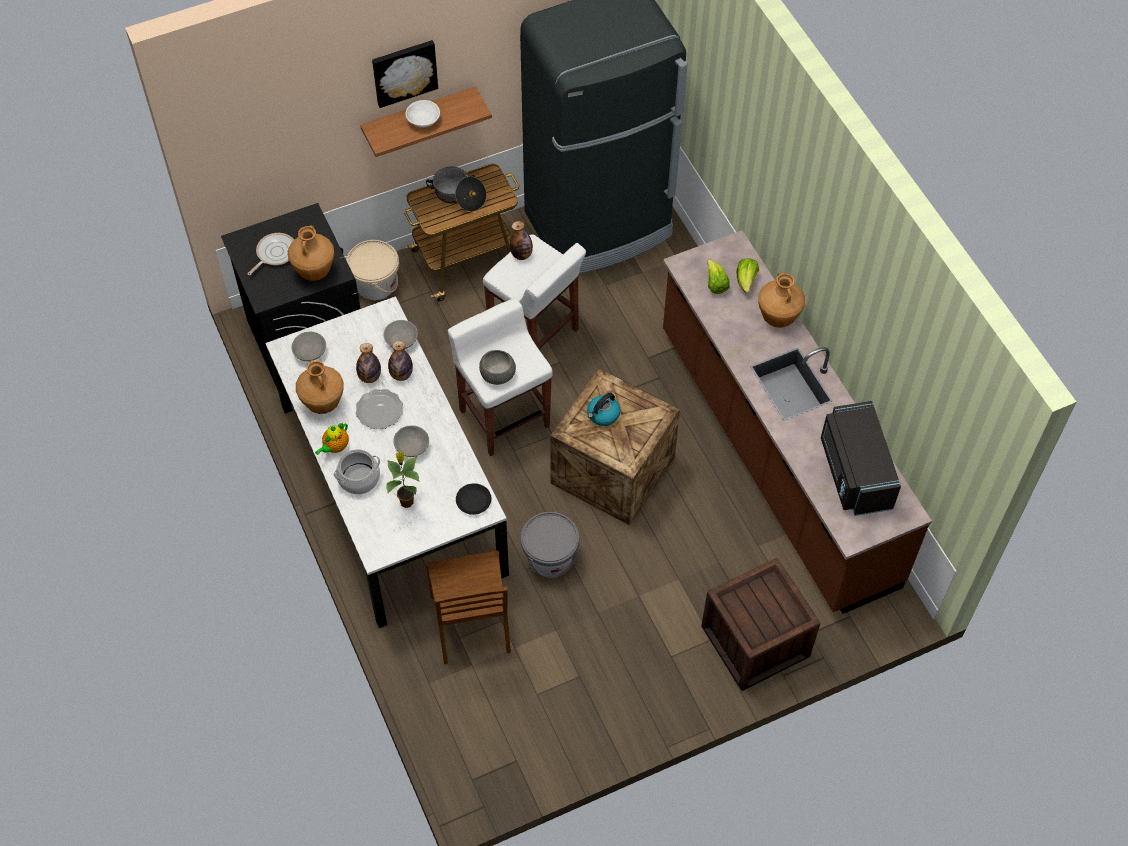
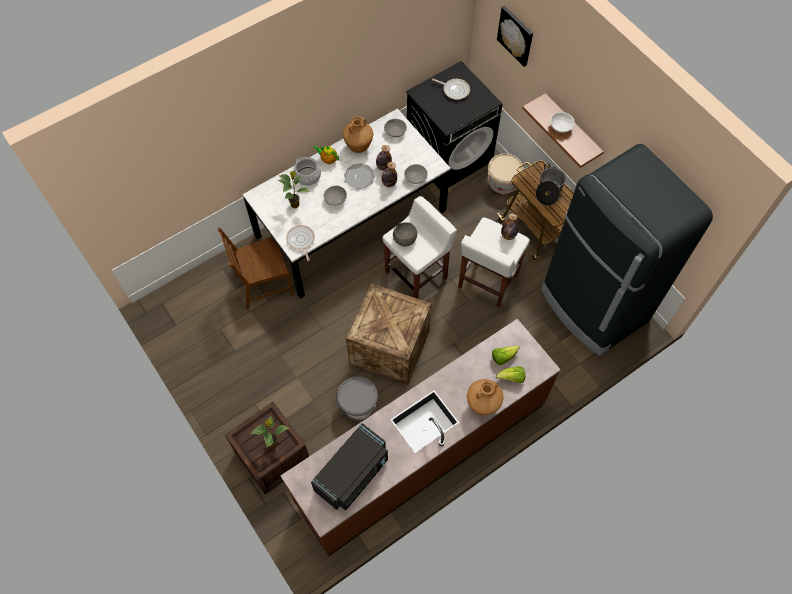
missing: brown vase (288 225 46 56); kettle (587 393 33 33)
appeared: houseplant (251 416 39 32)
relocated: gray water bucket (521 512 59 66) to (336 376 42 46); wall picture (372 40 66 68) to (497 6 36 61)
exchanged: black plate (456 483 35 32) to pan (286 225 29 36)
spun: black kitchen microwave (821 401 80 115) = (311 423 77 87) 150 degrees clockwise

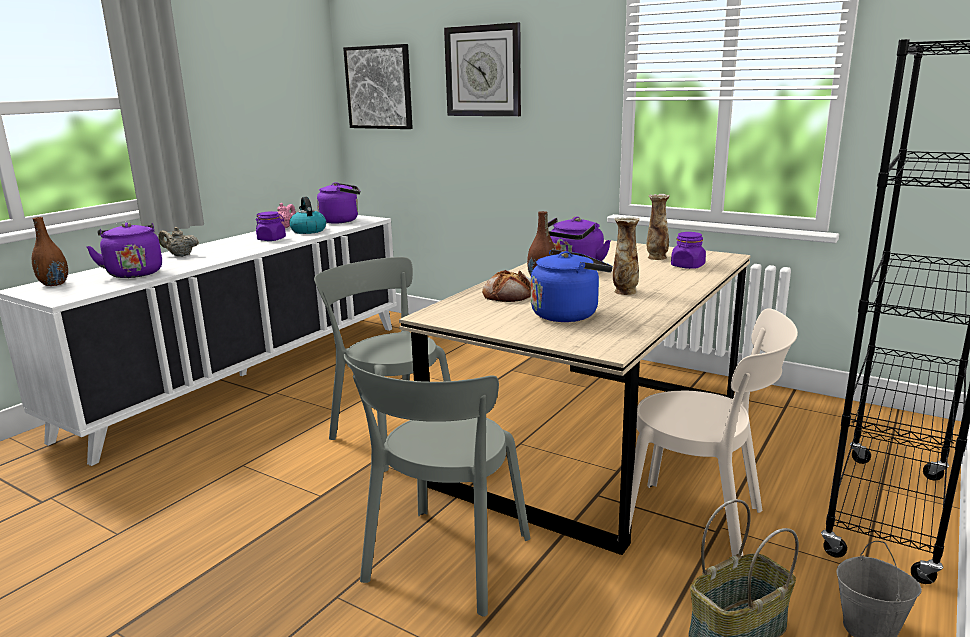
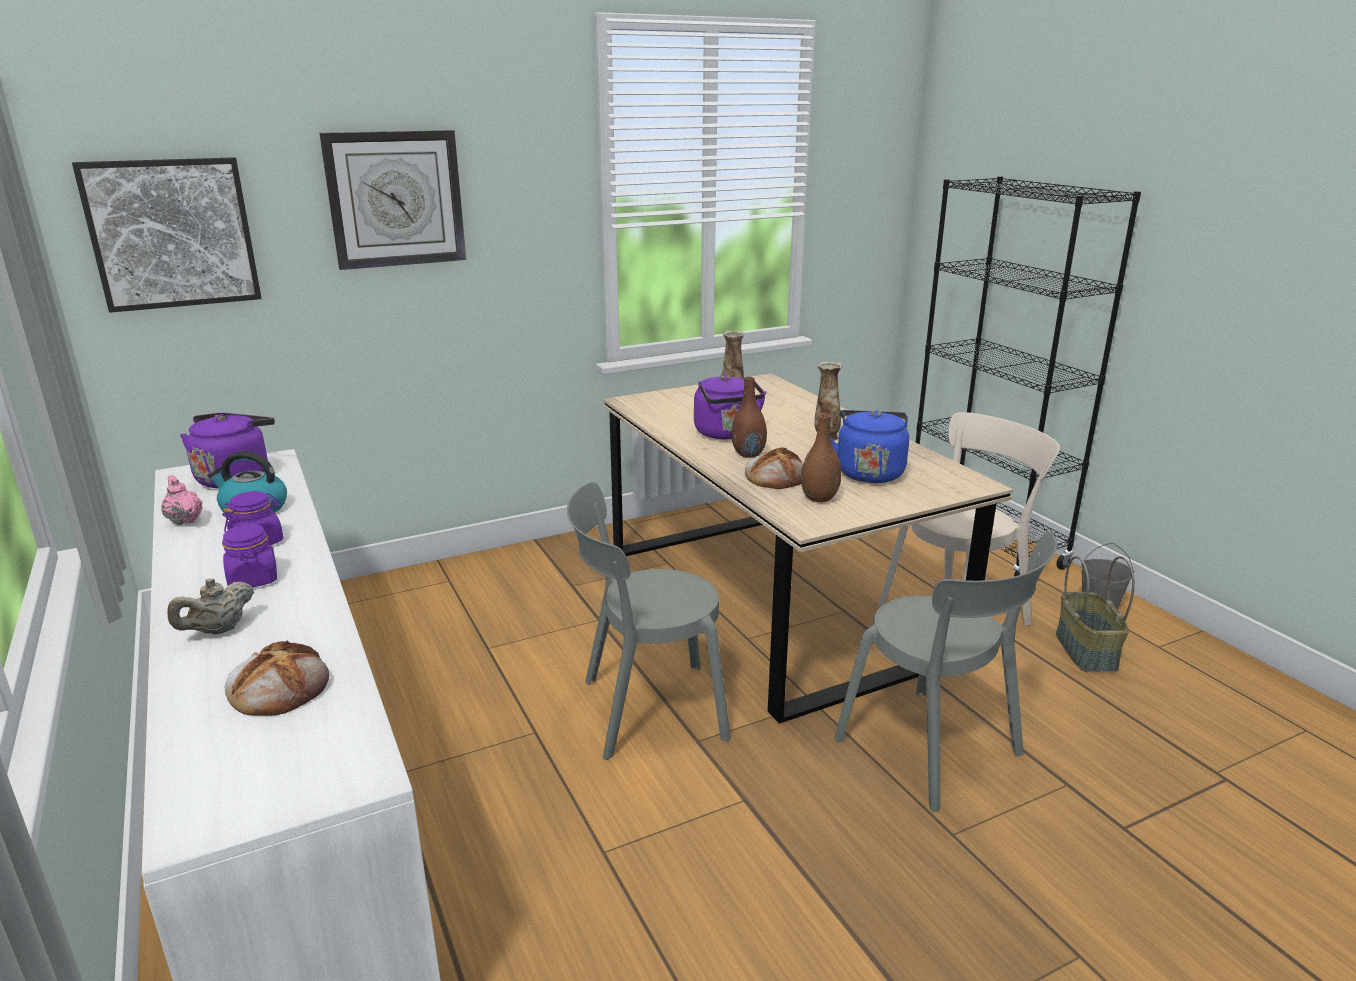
relocated: purple preserve jar (671 232 35 37) to (222 523 55 64); brown vase (32 217 36 69) to (801 414 40 89)
exchanged: purple kettle (86 223 76 55) to bakery bread (224 641 105 75)

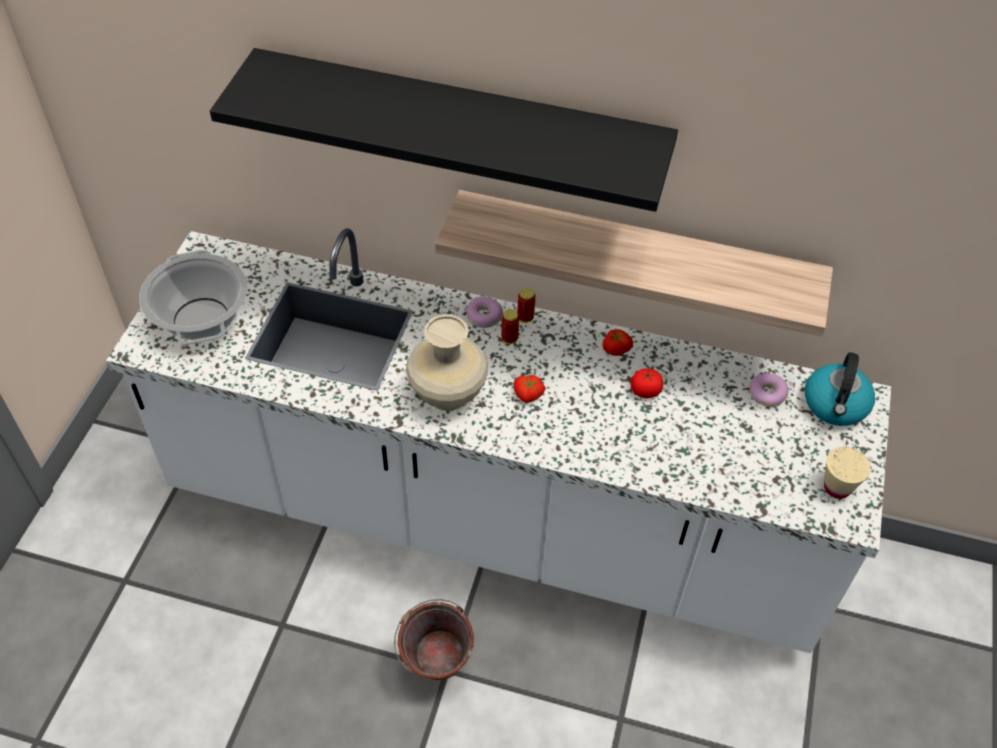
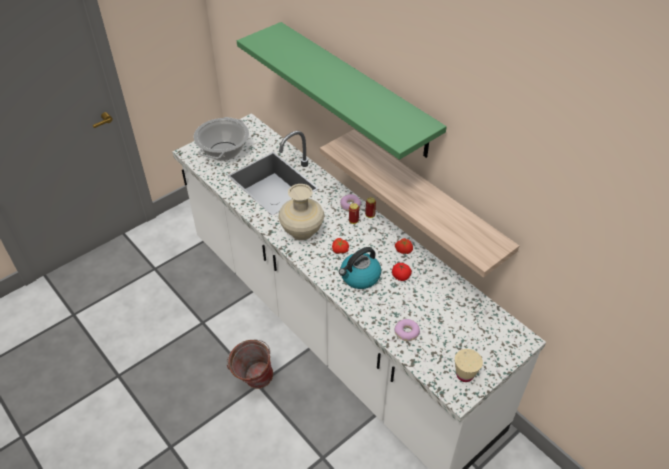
relocated: kettle (805 352 70 74) to (339 247 42 42); ring doughnut (749 373 40 34) to (394 319 26 22)
colour: black shelf (210 48 468 164) to green-coloured shelf (237 22 210 138)

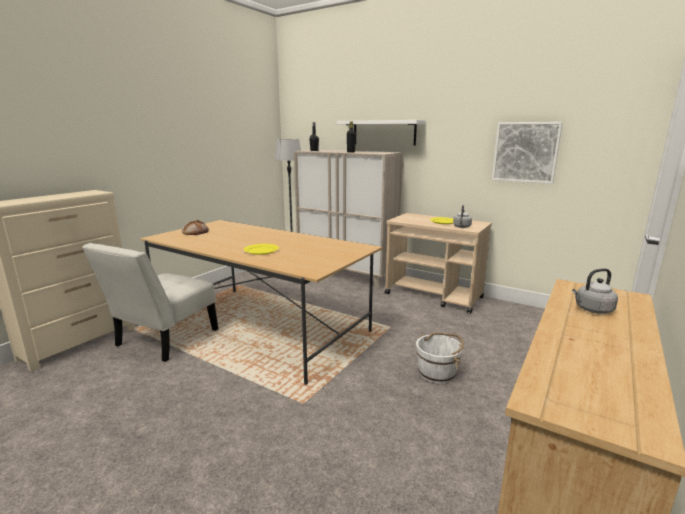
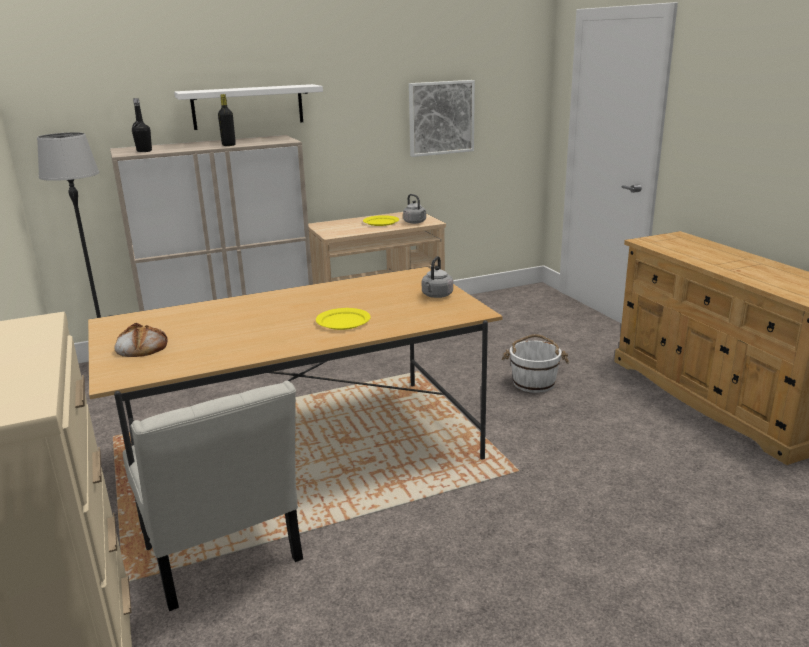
relocated: gray kettle (572 268 46 46) to (422 256 31 42)

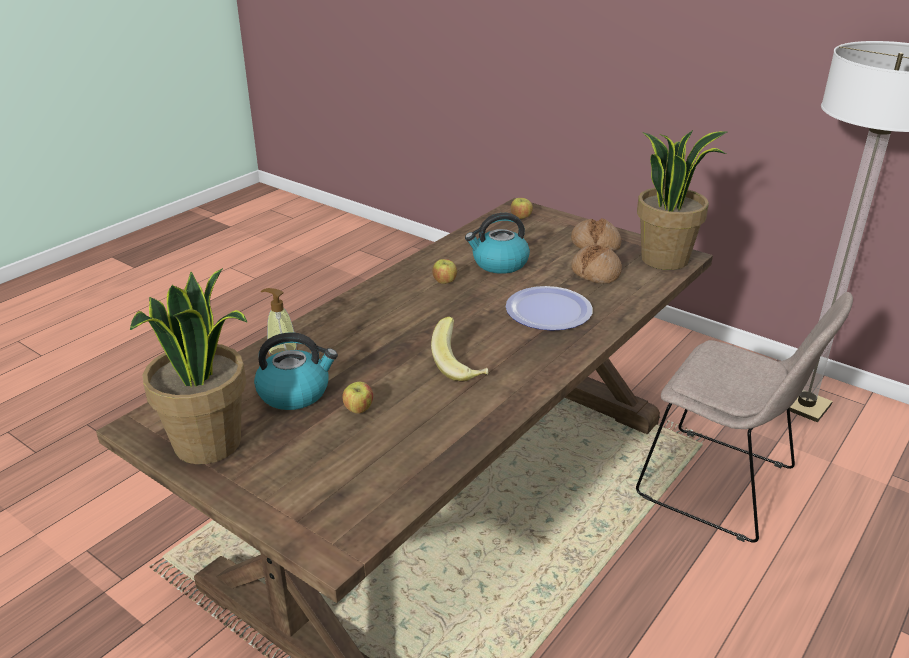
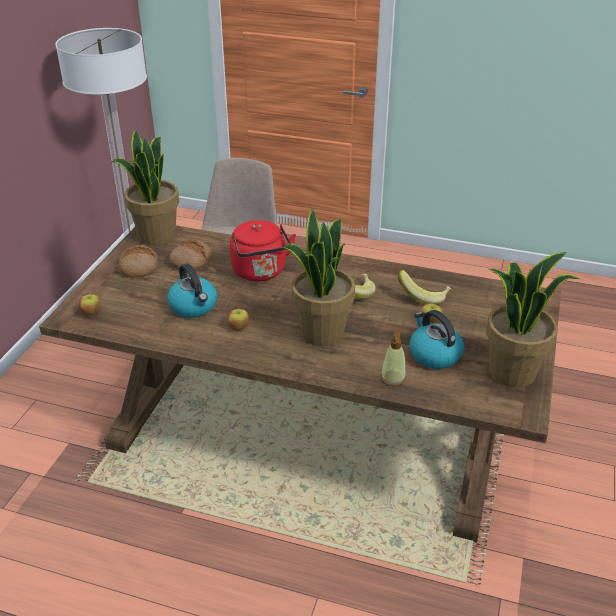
appeared: houseplant (282 209 73 137); banana fruit (398 270 53 35)
exchanged: plate (506 286 87 45) to red kettle (230 220 66 61)

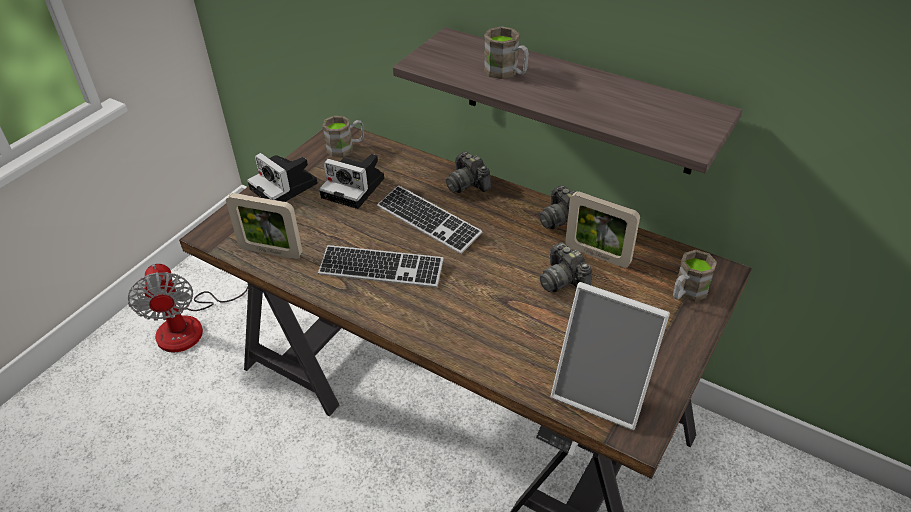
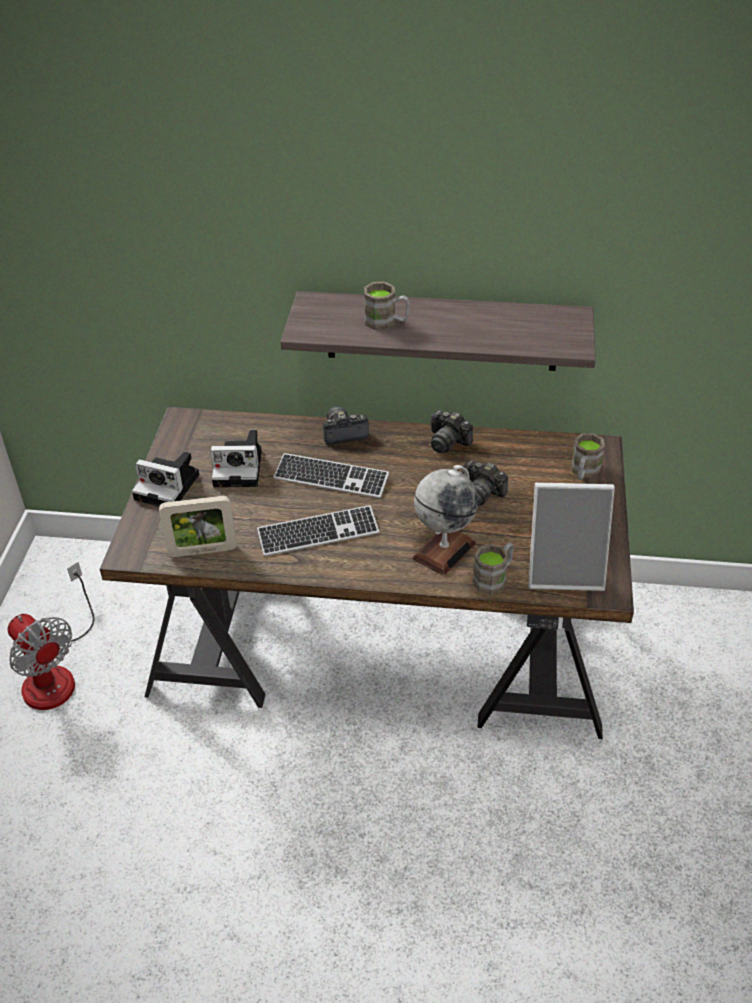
missing: standing frame (565 191 75 77)
appeared: globe (412 465 66 111)
relocated: brown coffee mug (322 116 42 41) to (473 543 41 52)
spun: still camera (446 151 45 42) = (323 406 46 39) 135 degrees clockwise

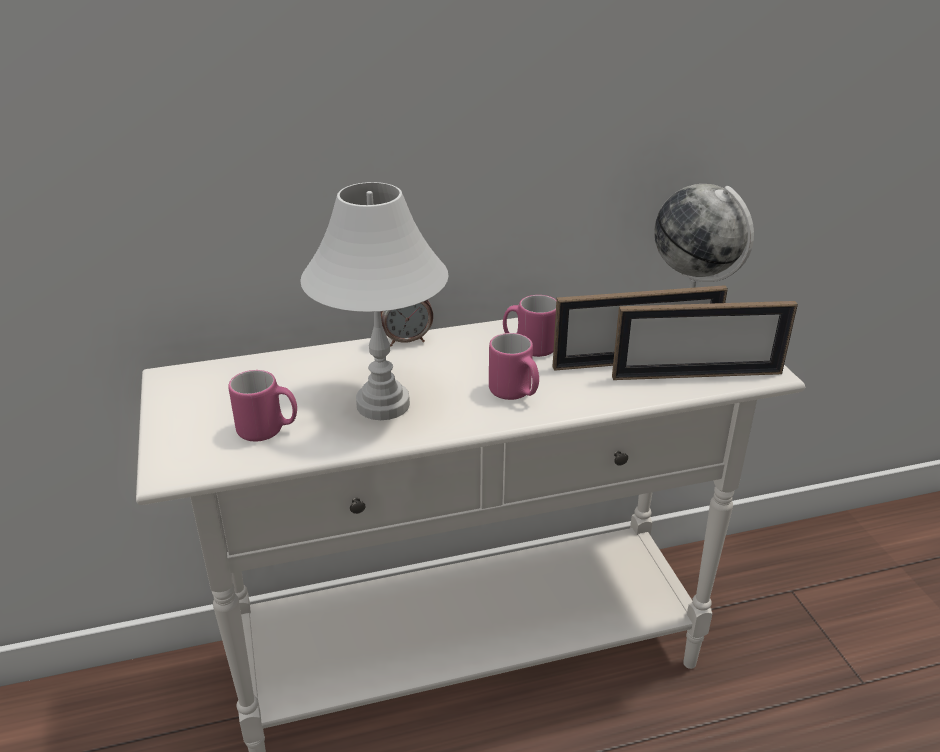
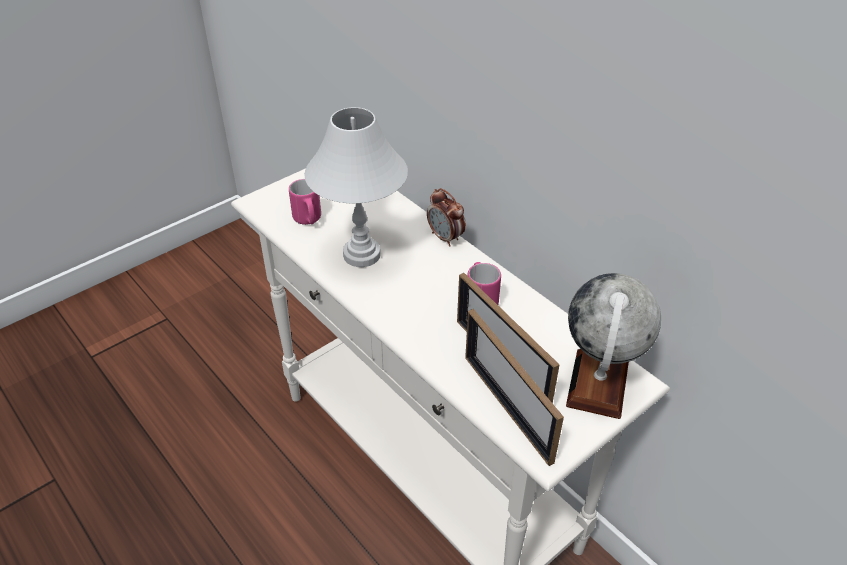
missing: pink coffee mug (489 333 50 67)

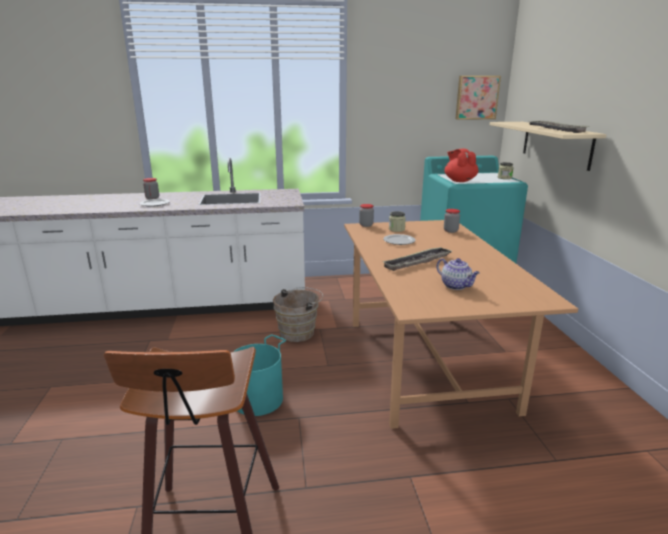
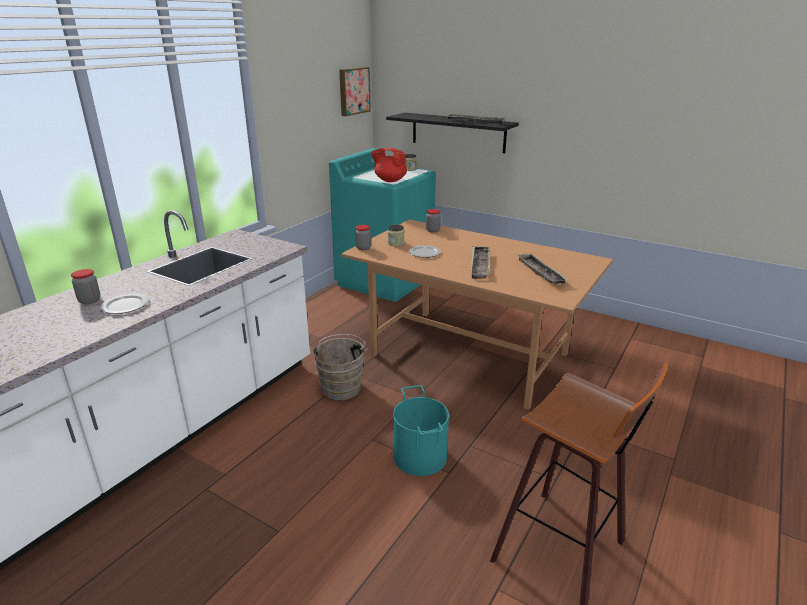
exchanged: teapot (437 258 43 32) to serving tray (517 253 51 31)
colour: beige shelf (490 122 117 49) to black shelf (386 113 133 40)

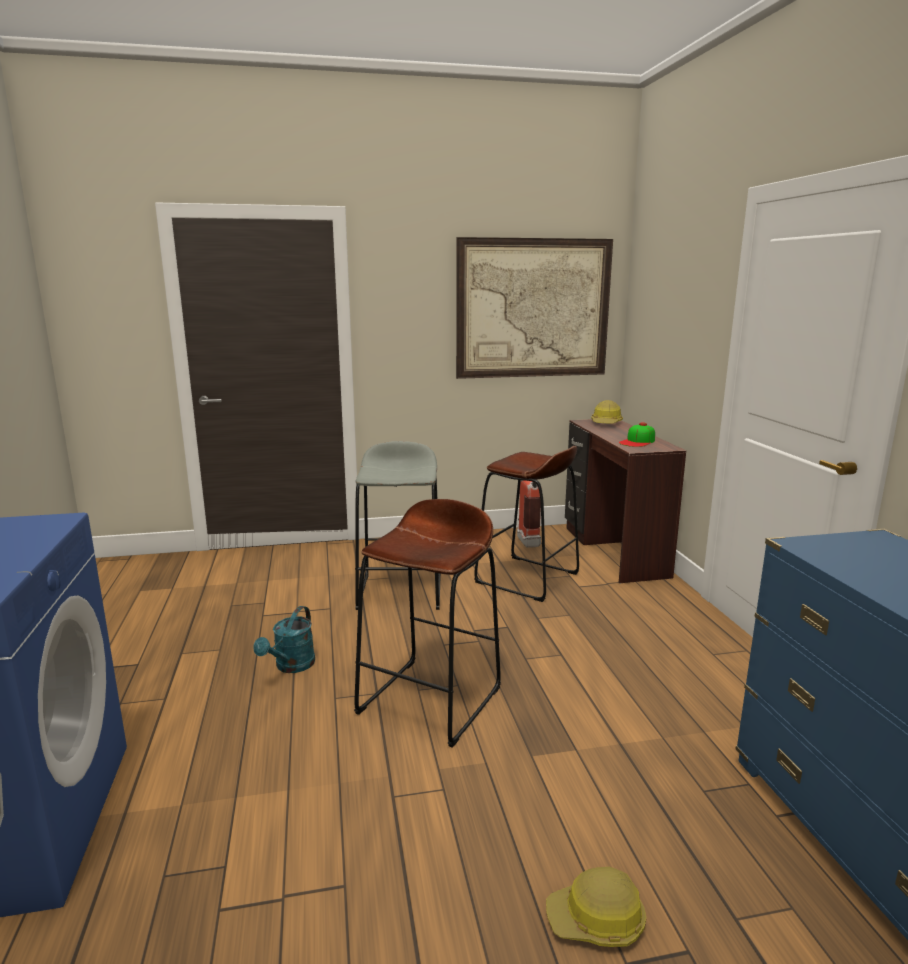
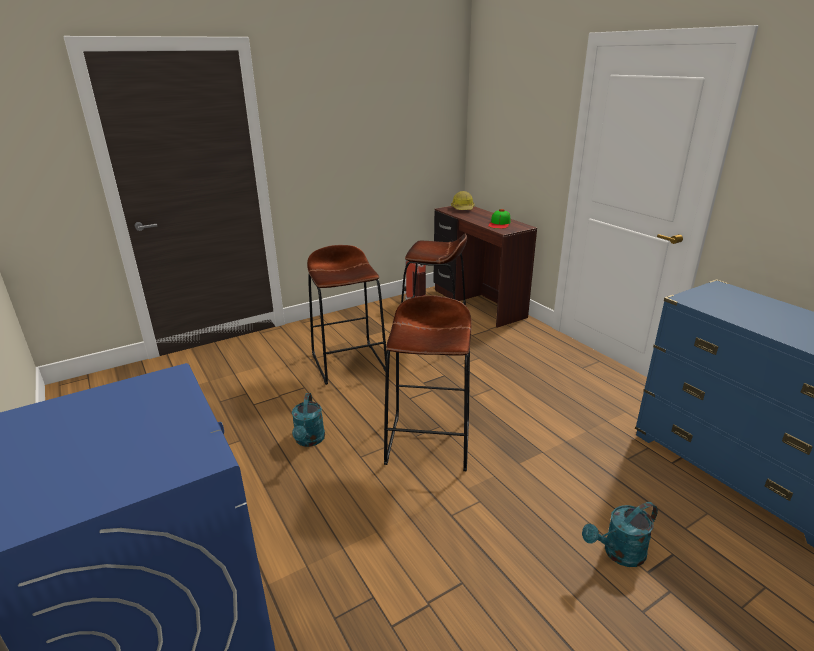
missing: wall picture (456 237 157 142)
exchanged: hard hat (546 867 100 80) to turquoise-coloured watering can (582 502 76 65)
colour: gray stool seat (355 441 86 169) to brown stool seat (307 245 80 140)

